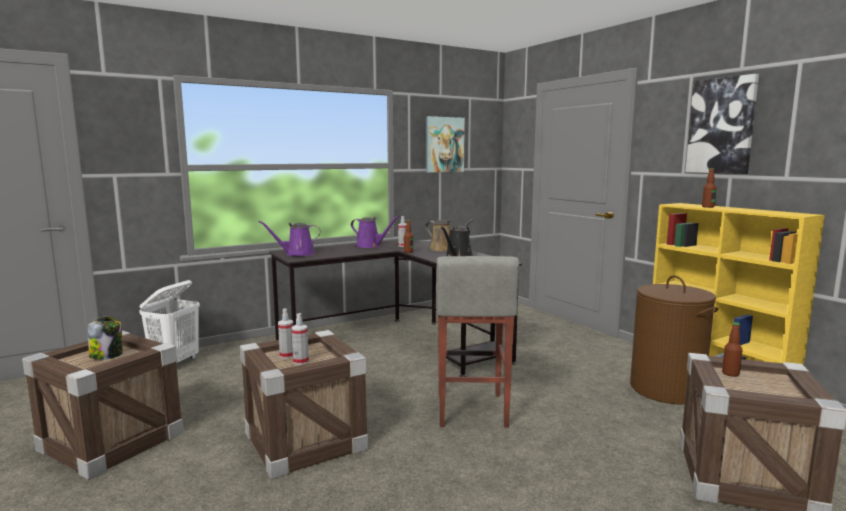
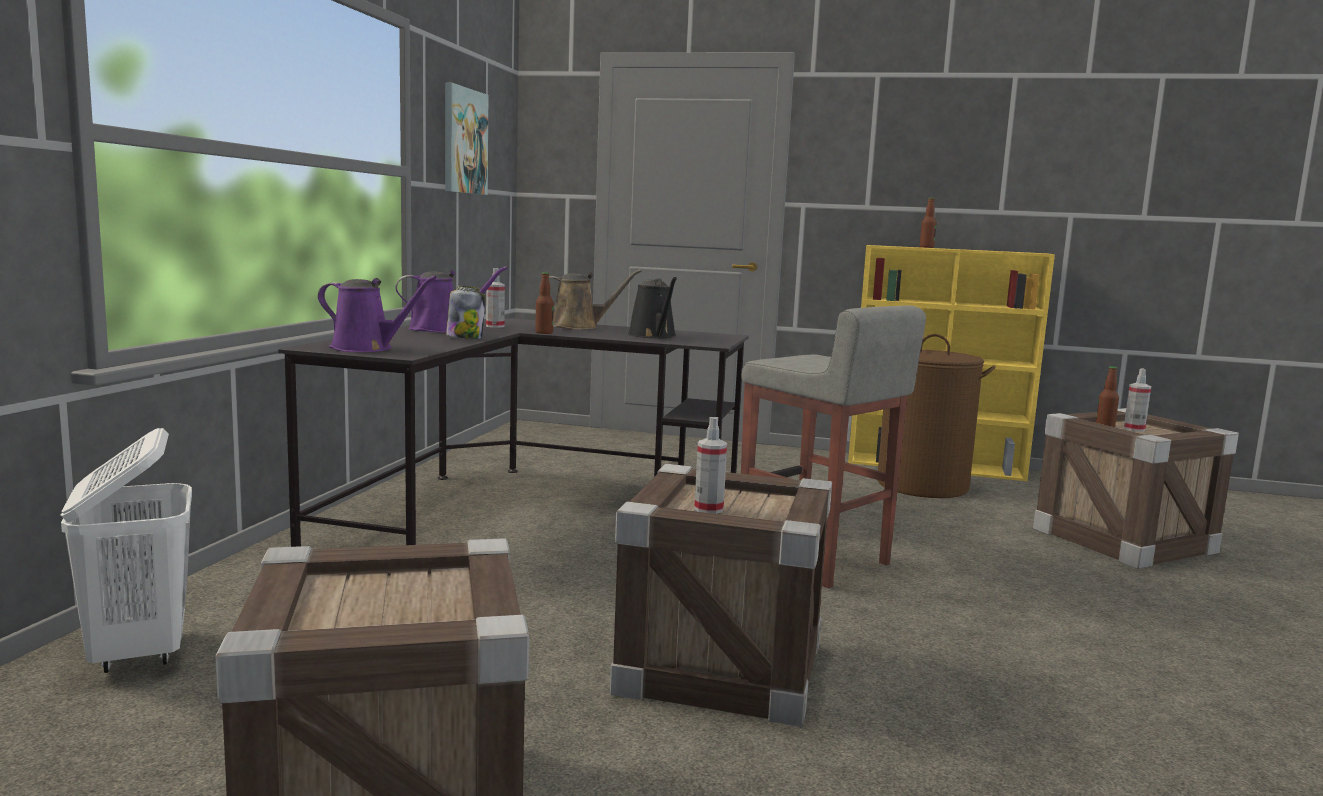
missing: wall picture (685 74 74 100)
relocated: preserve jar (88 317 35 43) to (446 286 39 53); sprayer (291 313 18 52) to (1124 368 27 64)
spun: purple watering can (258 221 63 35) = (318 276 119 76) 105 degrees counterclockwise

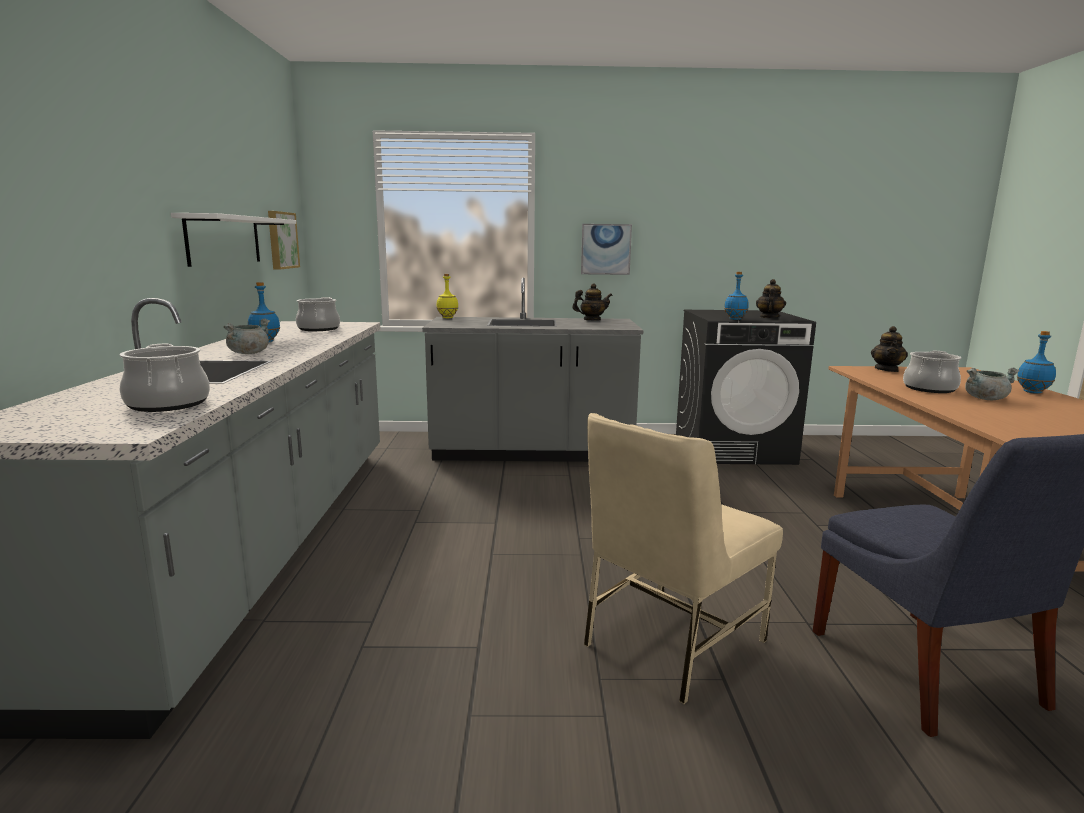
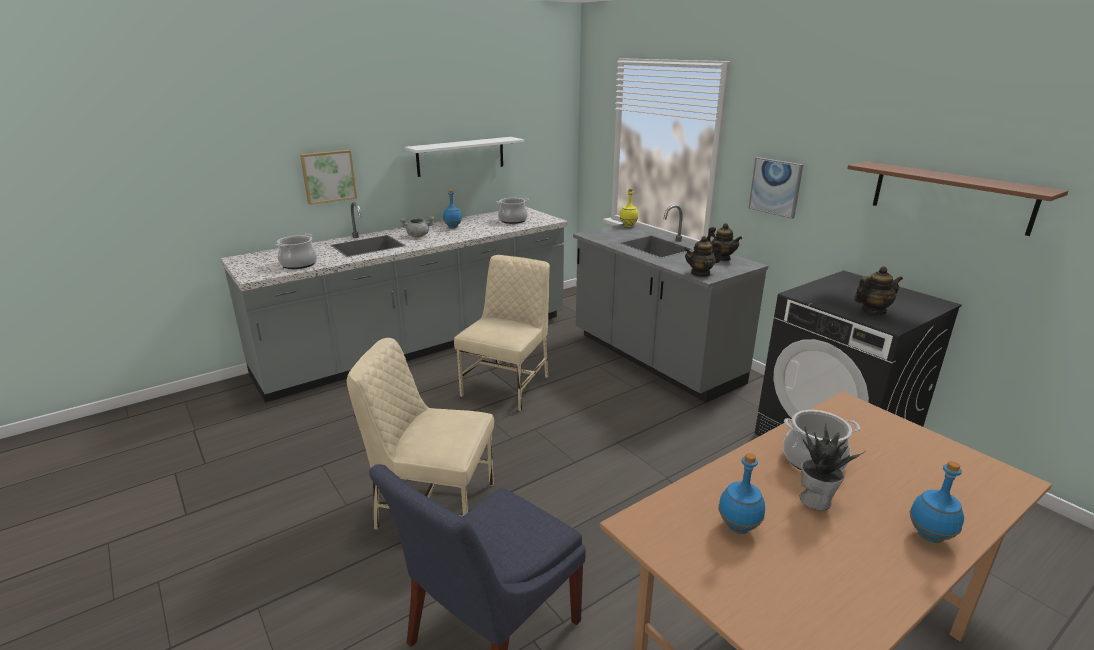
appeared: beige upright chair (454 255 96 156); brown shelf (847 162 222 74)
relocated: wall picture (268 211 32 59) to (300 150 57 55); teapot (871 326 37 46) to (684 236 38 41); blue beverage bottle (724 272 25 48) to (718 453 47 81)
exchanged: gray cooking pot (965 368 55 32) to houseplant (800 425 65 85)

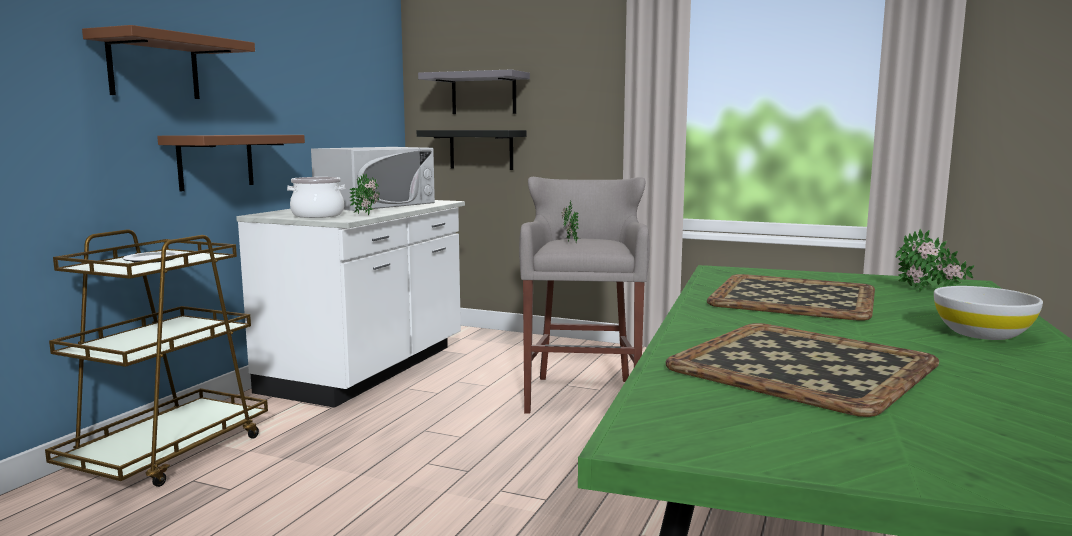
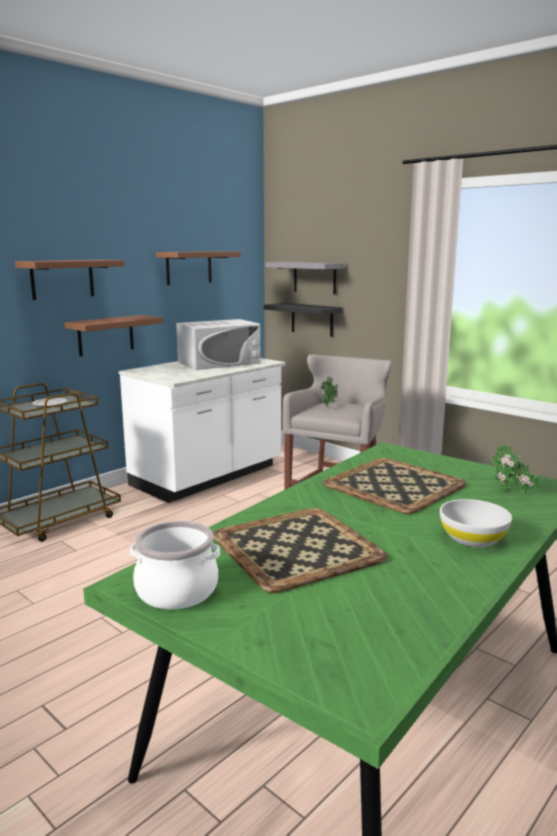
missing: houseplant (350 174 30 41)
appeared: brown shelf (156 251 85 34)
relocated: cooking pot (287 177 58 41) to (130 520 90 89)

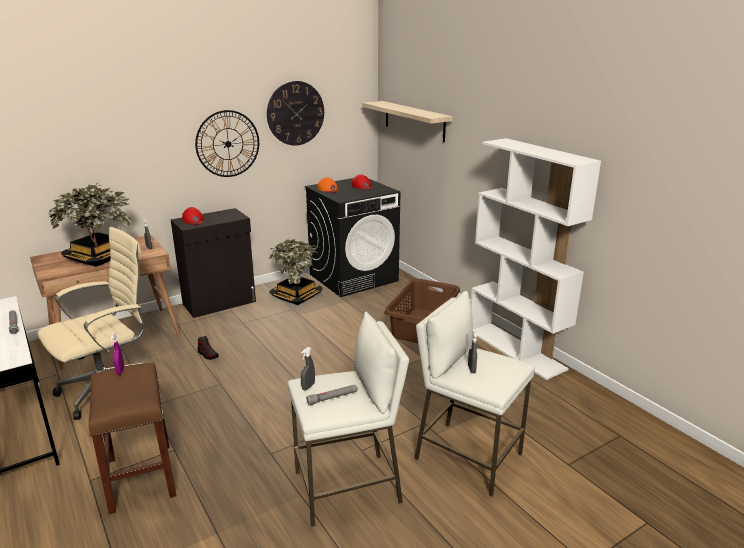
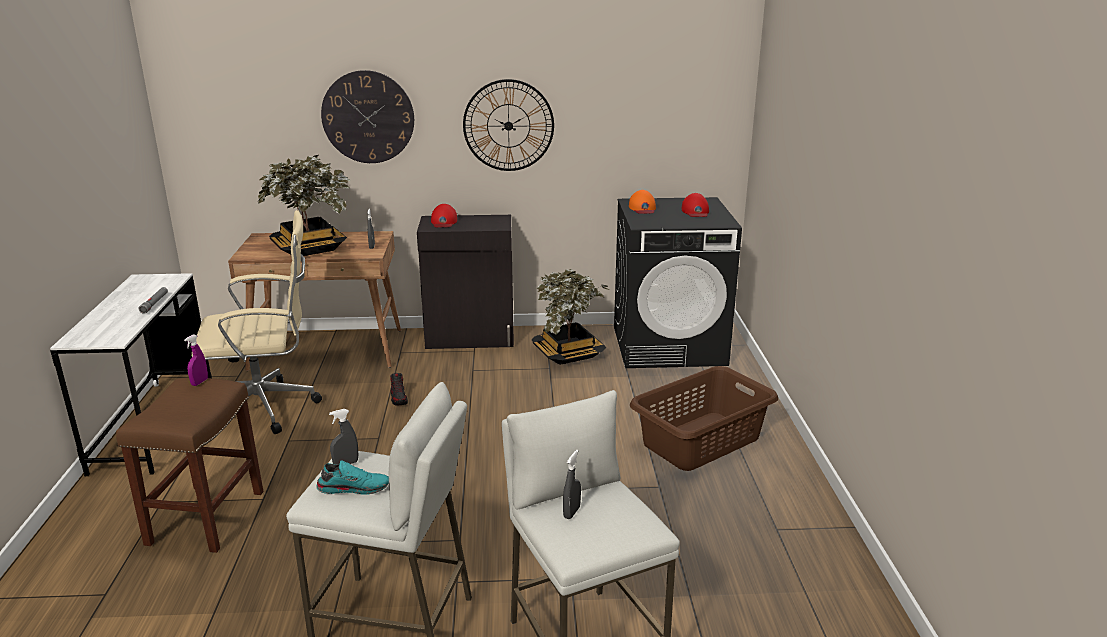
missing: shelf (362 101 91 41); white shelving unit (471 138 130 242)
relocated: hanging clock (267 81 57 65) to (321 70 93 93)
exchanged: gray hand torch (306 385 51 20) to turquoise-coloured shoe (316 460 73 35)

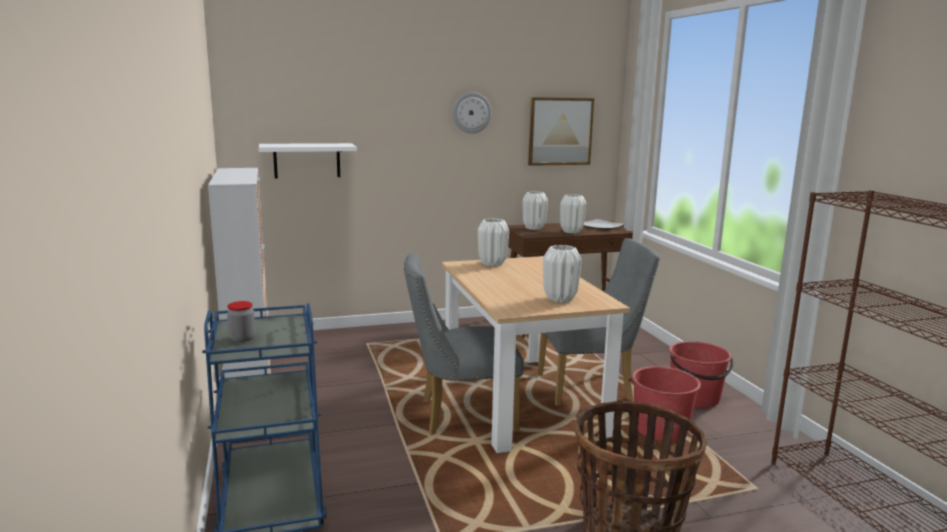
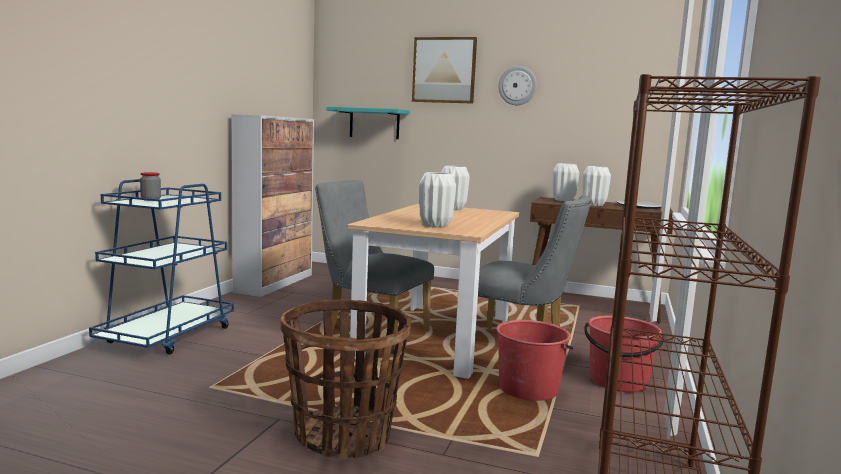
relocated: wall picture (528 97 66 69) to (412 37 65 67)
colour: white shelf (259 143 98 36) to turquoise-coloured shelf (327 107 83 32)

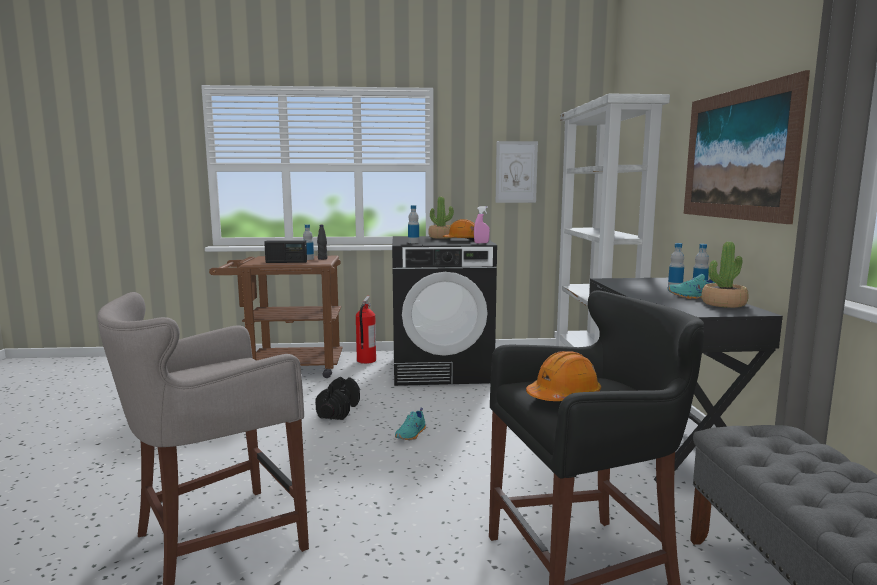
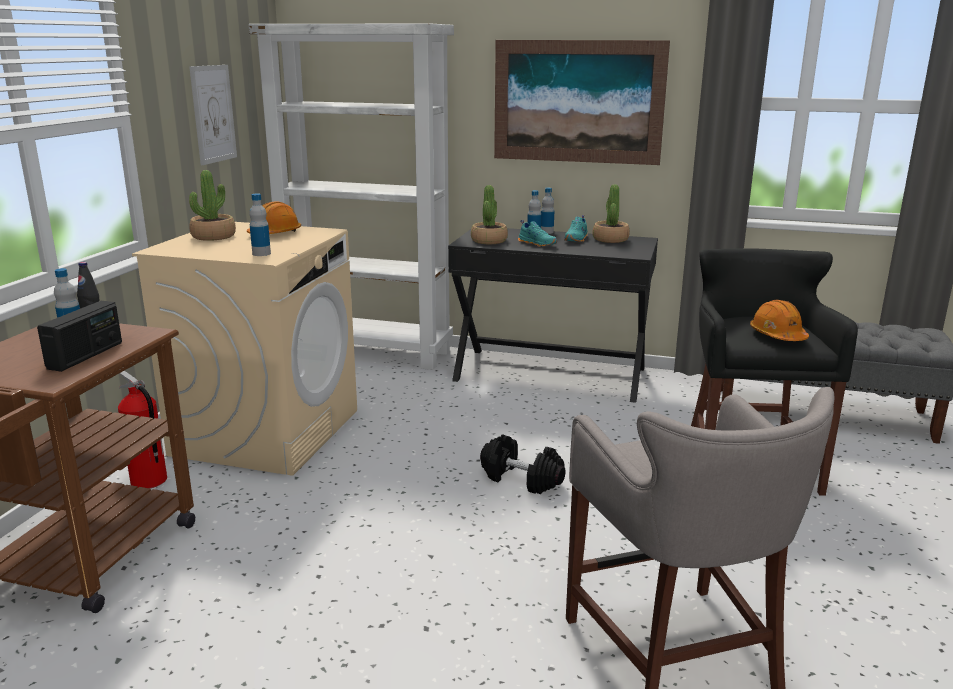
missing: pink sprayer (474 206 16 37)
appeared: houseplant (471 185 37 59)
relocated: black dumbbell (315 377 45 43) to (480 434 86 60); turquoise-coloured shoe (395 408 31 32) to (518 220 39 27)
colour: black laundry appliance (392 236 105 150) to beige laundry appliance (132 222 225 254)

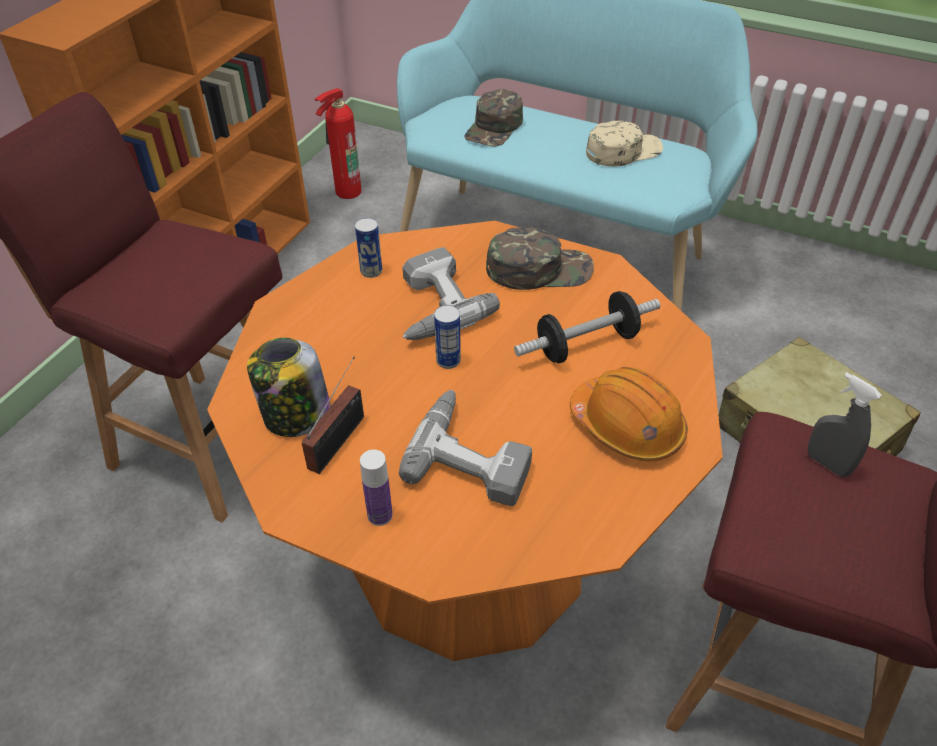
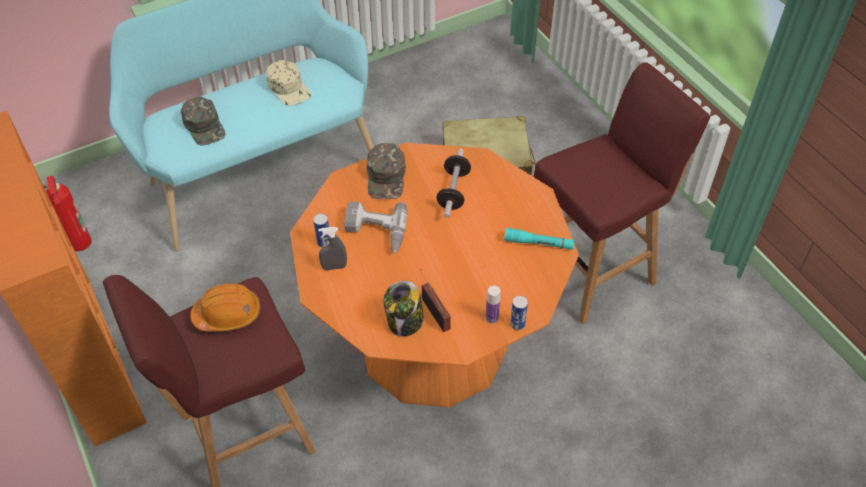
missing: electric drill (399 390 133 116)
appeared: turquoise-coloured hand torch (504 228 71 22)
relocated: orangey hard hat (570 367 118 95) to (190 284 71 48); gray sprayer (808 373 74 104) to (318 227 29 43); metal can (434 305 27 64) to (510 296 18 34)
spun: beige baseball cap (586 121 77 45) = (266 60 45 46) 135 degrees clockwise; green-coloured baseball cap (486 228 108 62) = (367 143 39 56) 150 degrees clockwise

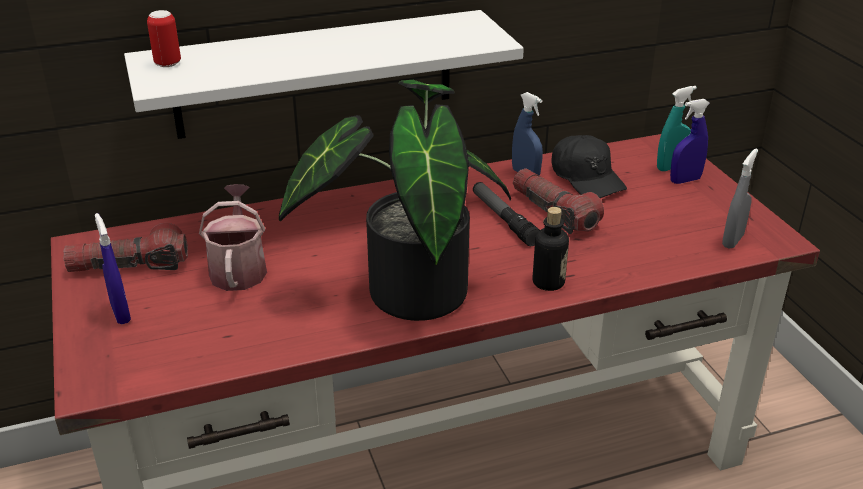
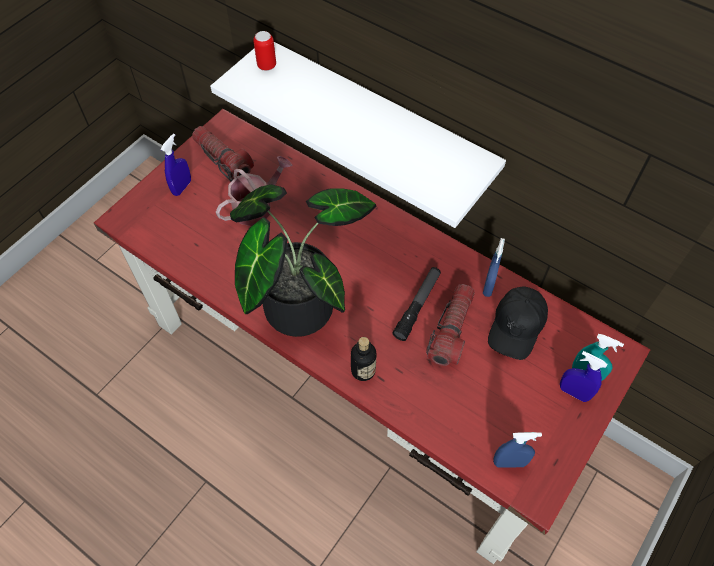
colour: gray sprayer (722 148 36 101) to blue sprayer (493 432 49 35)

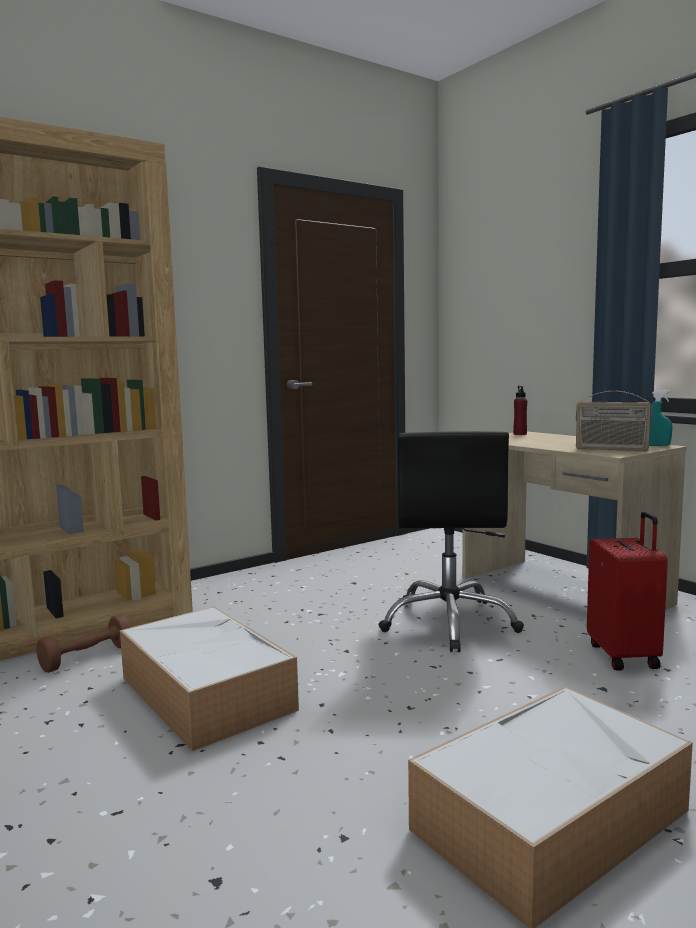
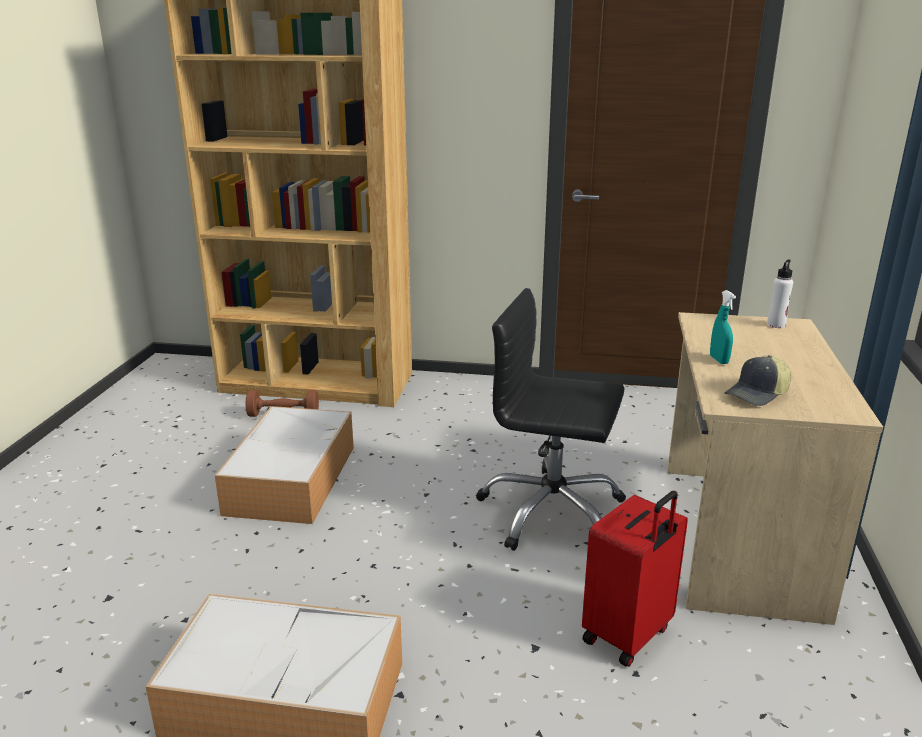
relocated: turquoise-coloured sprayer (649 390 23 56) to (710 290 26 74)
exchanged: radio (576 391 76 60) to baseball cap (724 355 68 51)
colour: red beverage bottle (513 386 14 49) to white beverage bottle (767 259 26 69)
spun: black computer chair (378 431 146 221) = (476 288 150 263) 60 degrees clockwise

